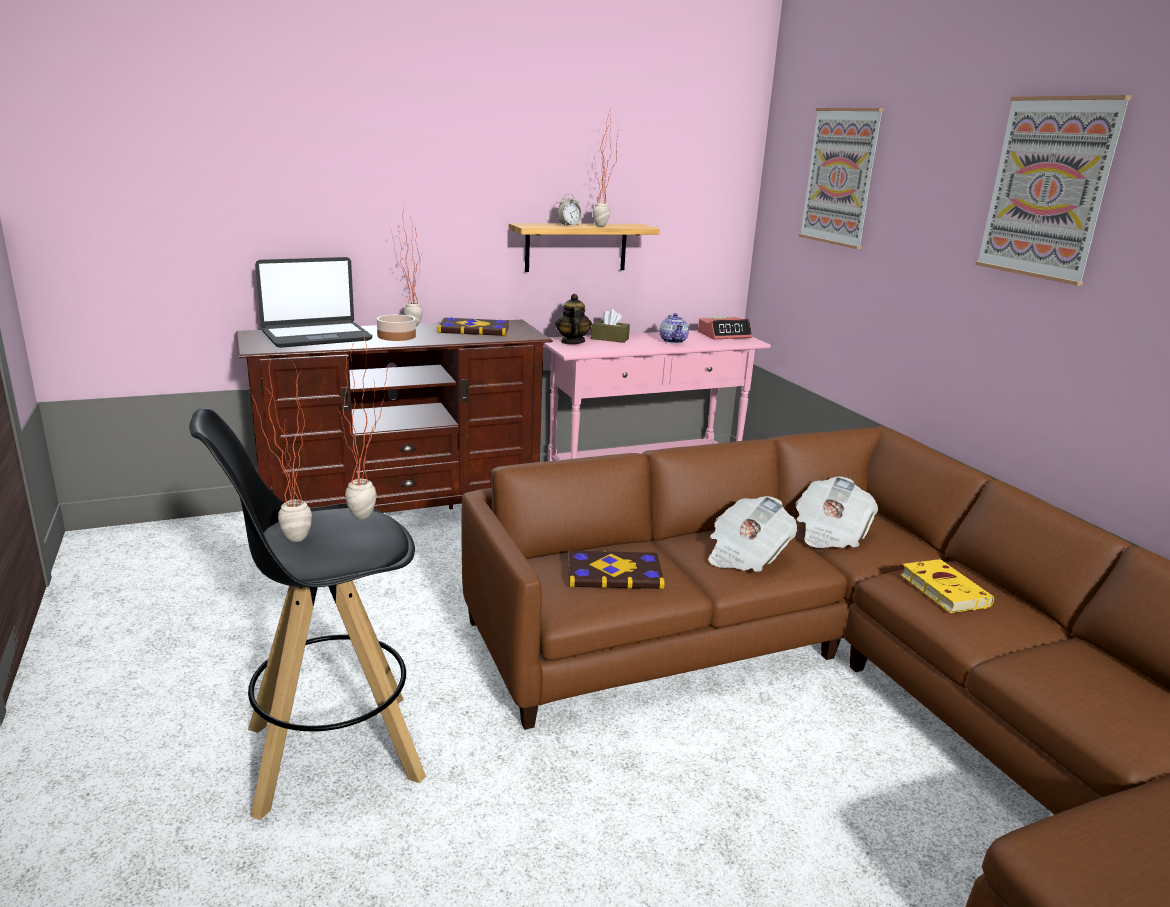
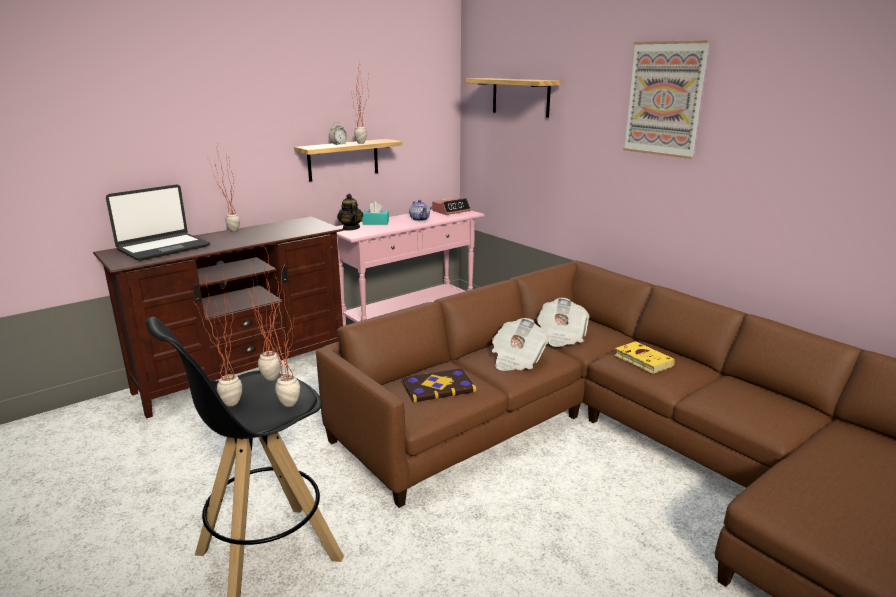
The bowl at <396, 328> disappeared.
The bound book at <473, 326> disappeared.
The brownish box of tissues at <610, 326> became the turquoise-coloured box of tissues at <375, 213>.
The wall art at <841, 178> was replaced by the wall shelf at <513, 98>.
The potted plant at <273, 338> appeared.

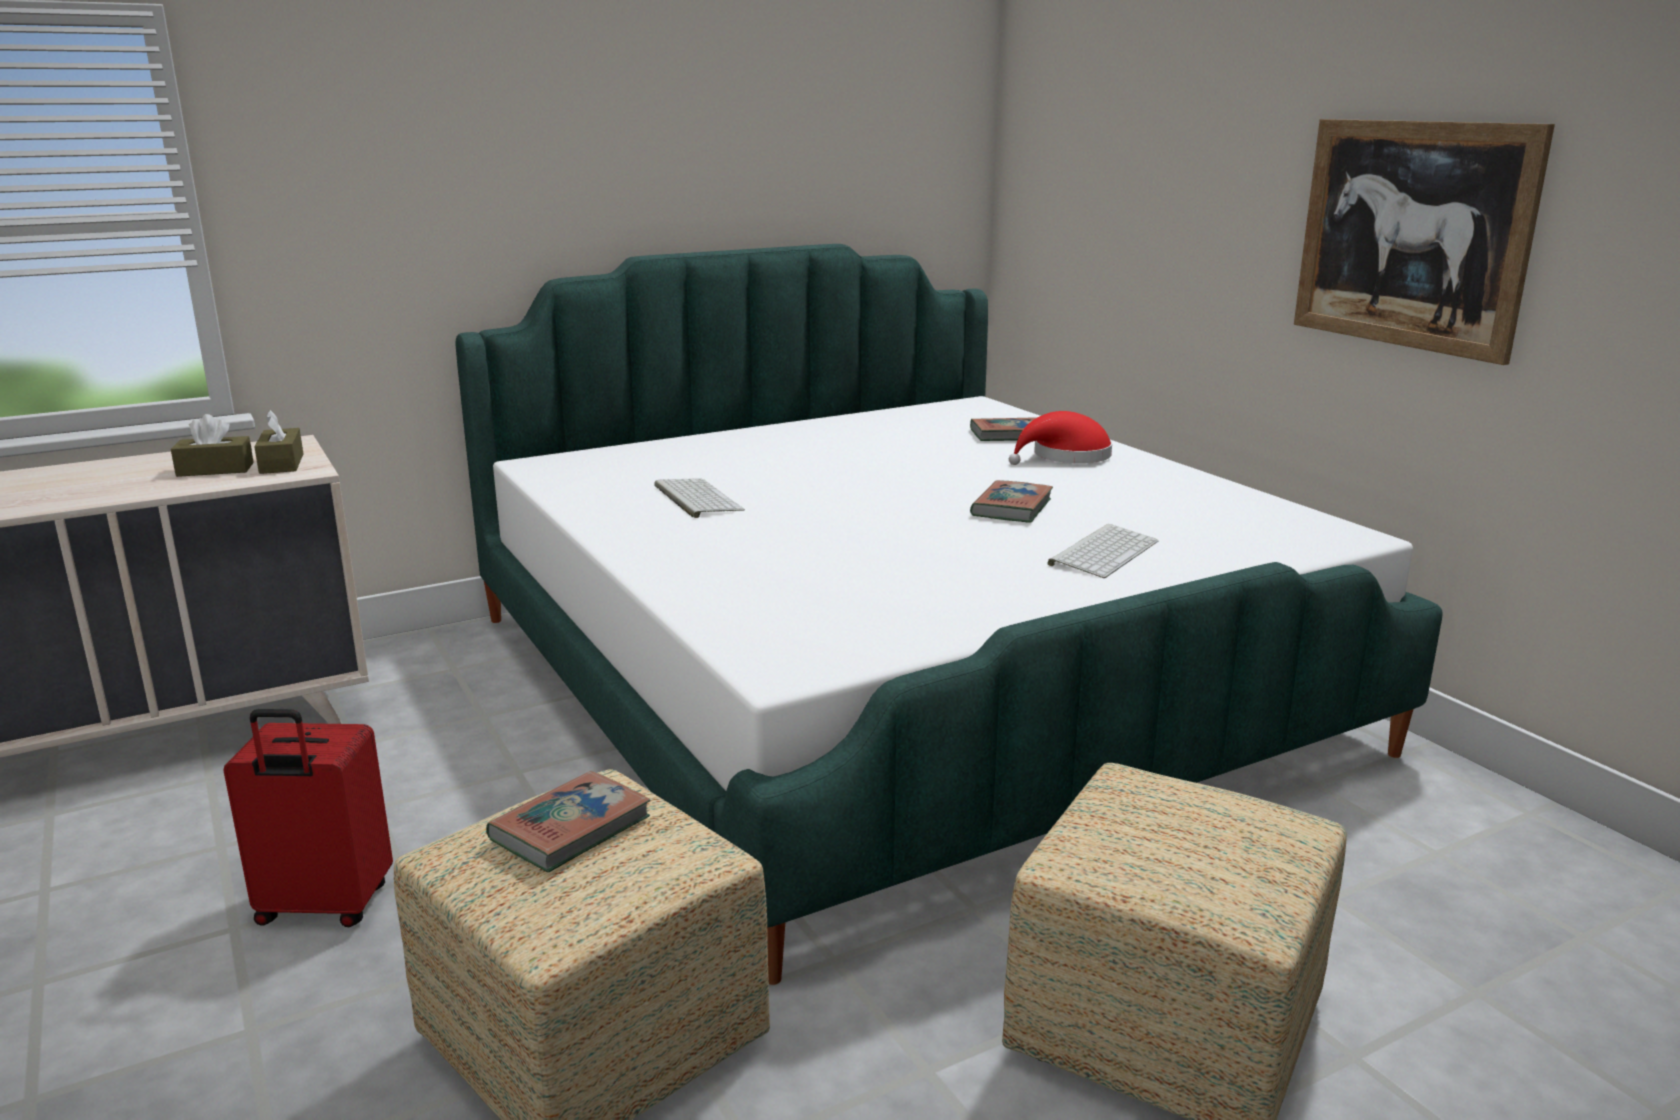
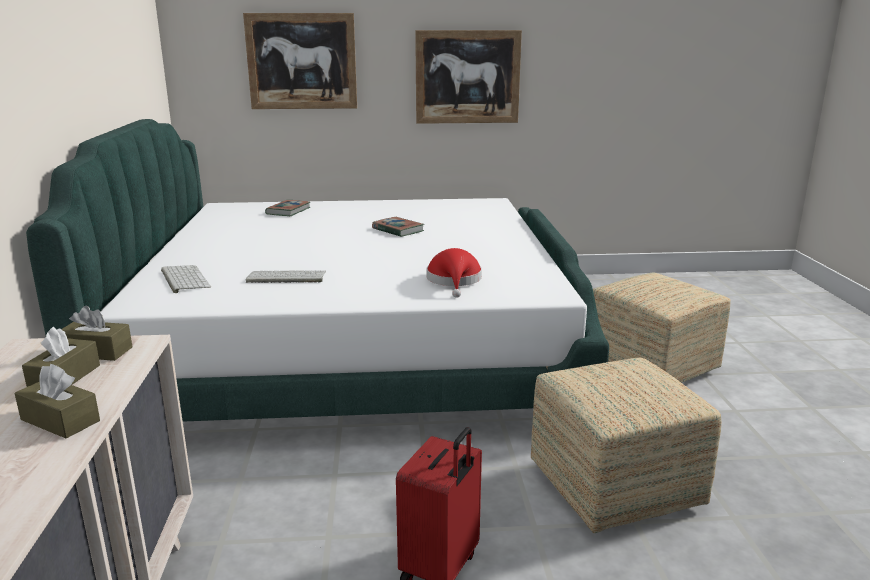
The bound book at <568, 821> disappeared.
The reddish clothing hat moved from <1060, 438> to <454, 273>.
The keyboard moved from <1103, 551> to <186, 279>.
The brownish box of tissues at <57, 401> appeared.
The wall art at <300, 61> appeared.

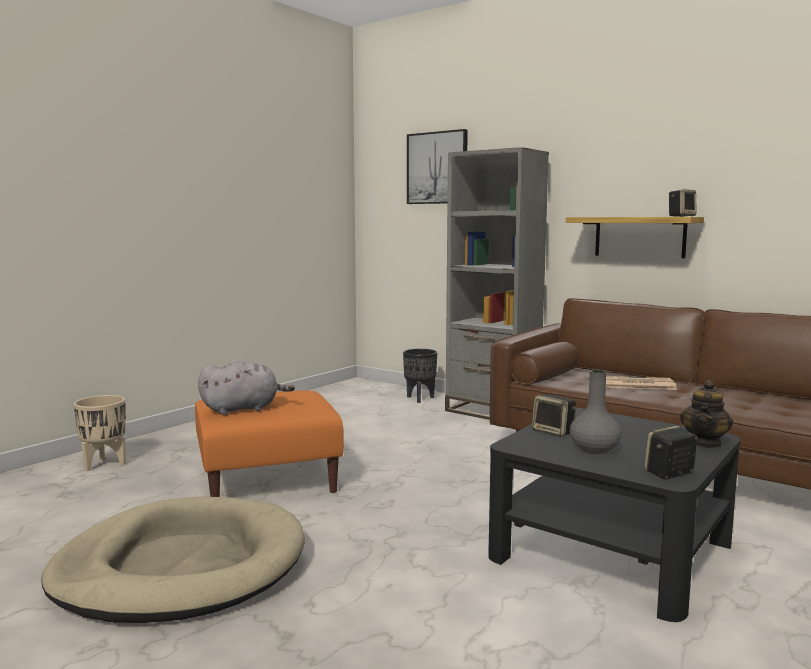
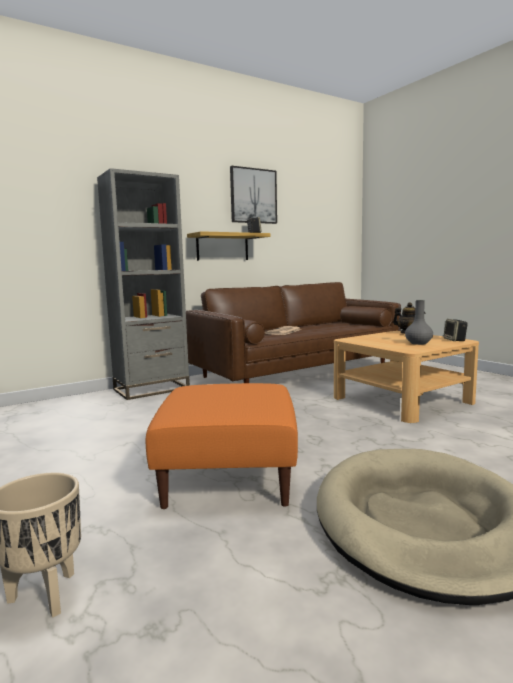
The gray plush toy at <246, 387> disappeared.
The black flower pot at <420, 376> disappeared.
The wall art moved from <437, 166> to <253, 195>.
The black lounge table at <614, 515> became the beige lounge table at <406, 377>.
The audio speaker at <554, 415> disappeared.

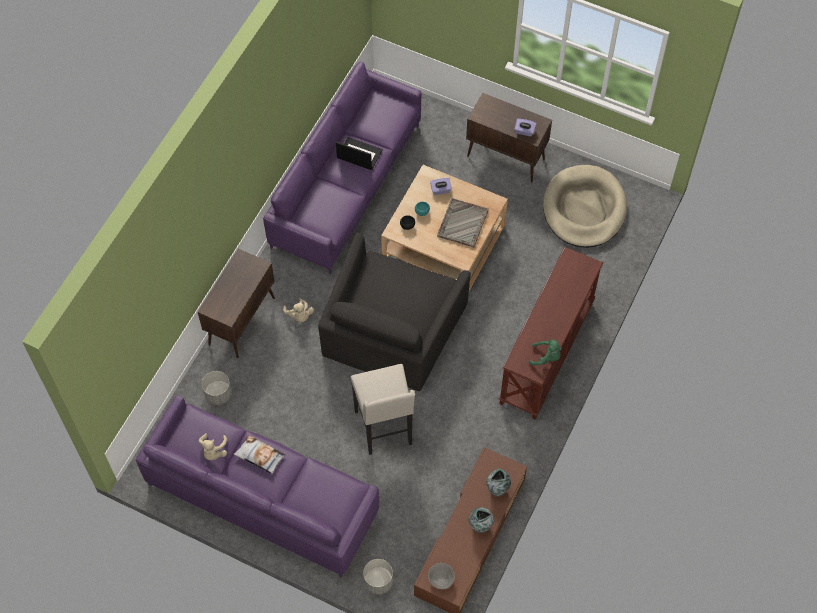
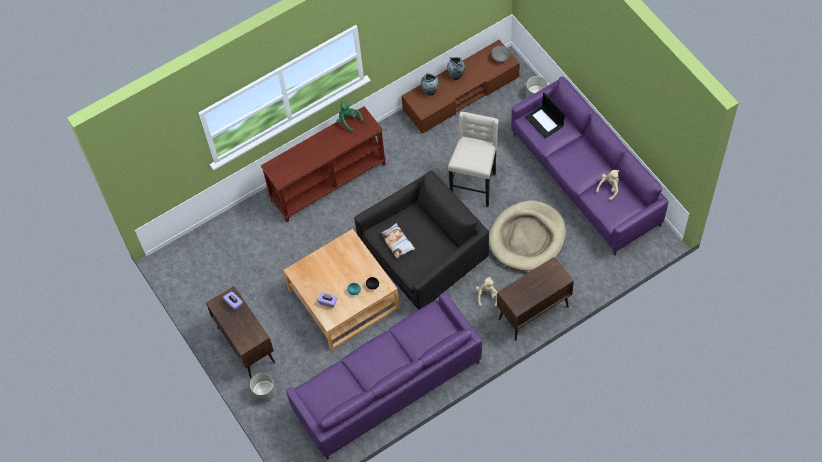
The gray flower pot moved from <217, 388> to <263, 387>.
The throw pillow moved from <259, 454> to <397, 241>.
The laptop moved from <359, 153> to <545, 116>.
The gray serving tray at <463, 223> disappeared.
The beige dog bed moved from <585, 206> to <527, 235>.

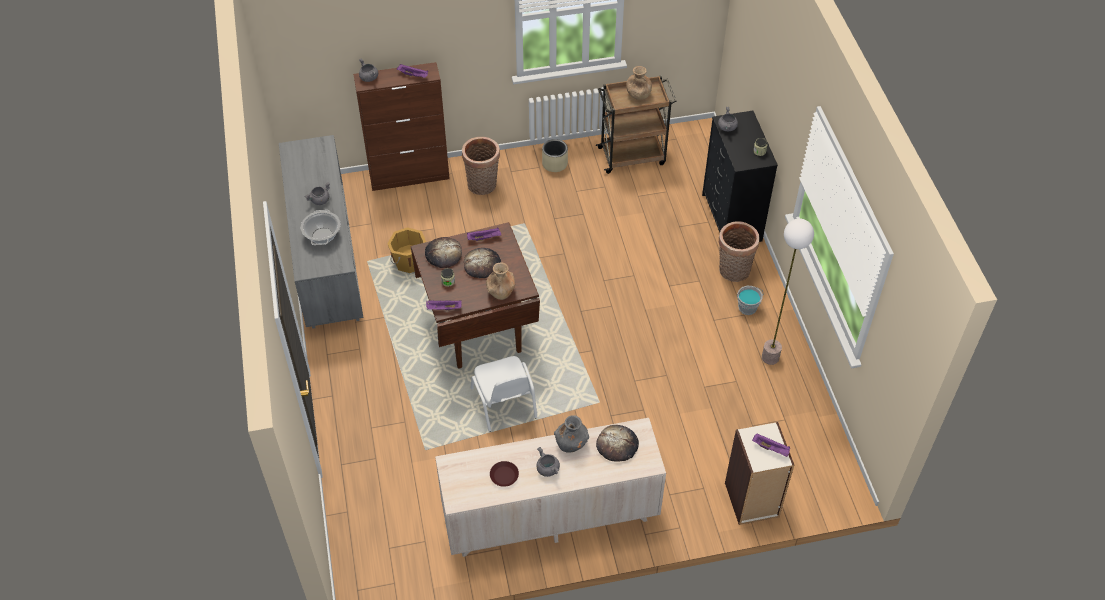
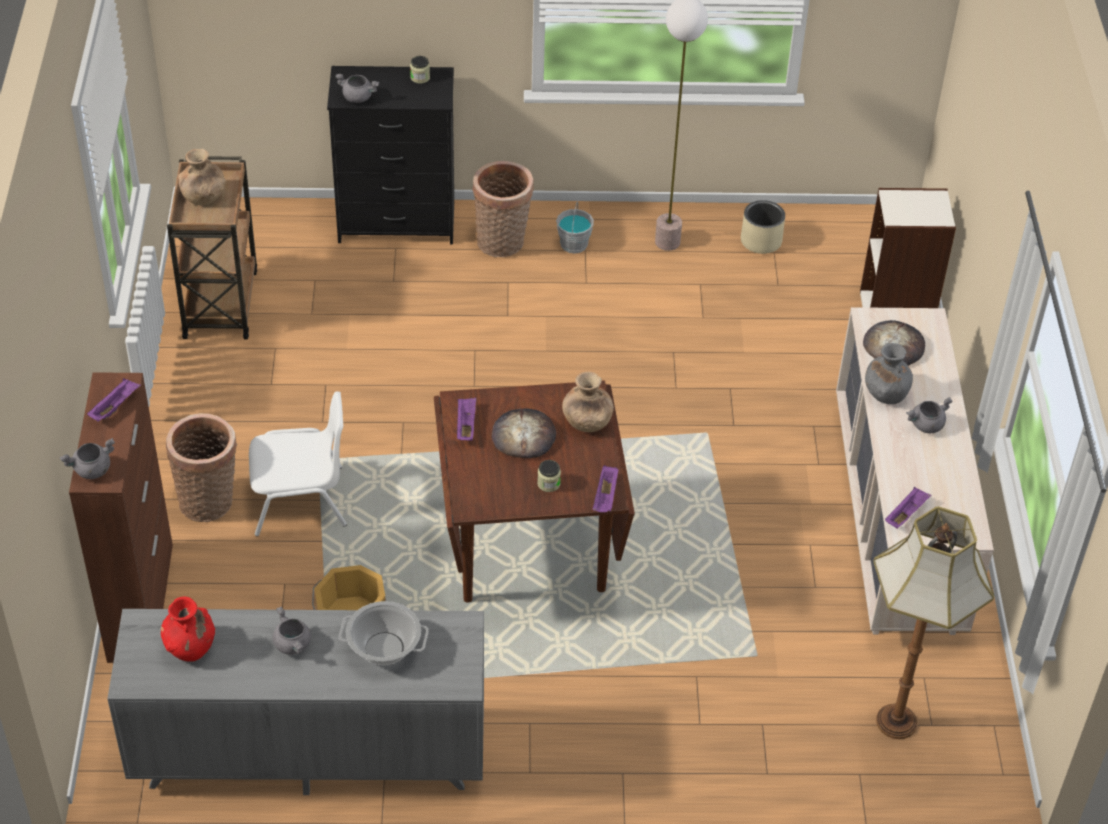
The bakery bread at <443, 252> disappeared.
The white plain chair moved from <504, 394> to <298, 463>.
The brownish flat dish at <504, 474> disappeared.
The beige flower pot moved from <555, 155> to <763, 227>.
The purple serving tray moved from <771, 445> to <908, 508>.
The reddish vase at <188, 629> appeared.
The floor lamp at <933, 622> appeared.

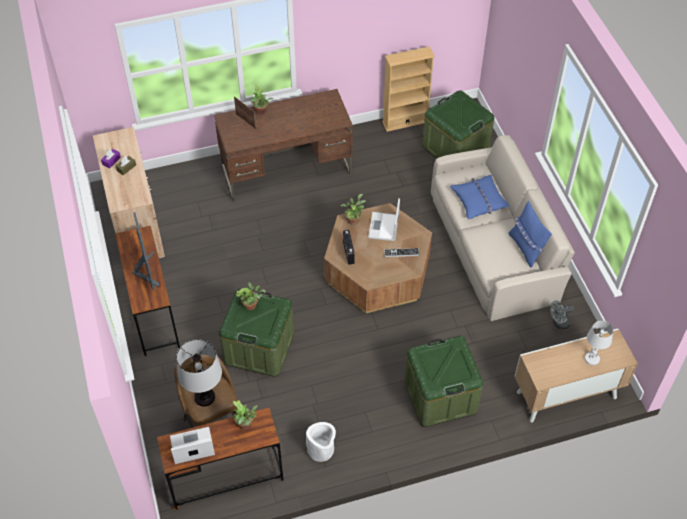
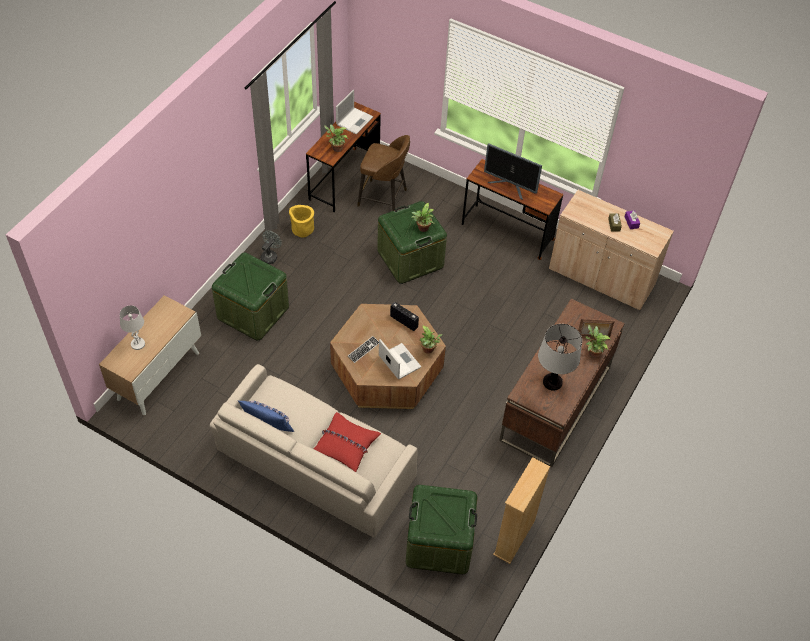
The lamp for a table moved from <199, 373> to <560, 357>.
The white flower pot at <321, 442> became the yellow-coloured flower pot at <301, 221>.
The blue throw pillow at <480, 197> became the reddish throw pillow at <347, 442>.
The gray electric fan moved from <562, 315> to <271, 247>.

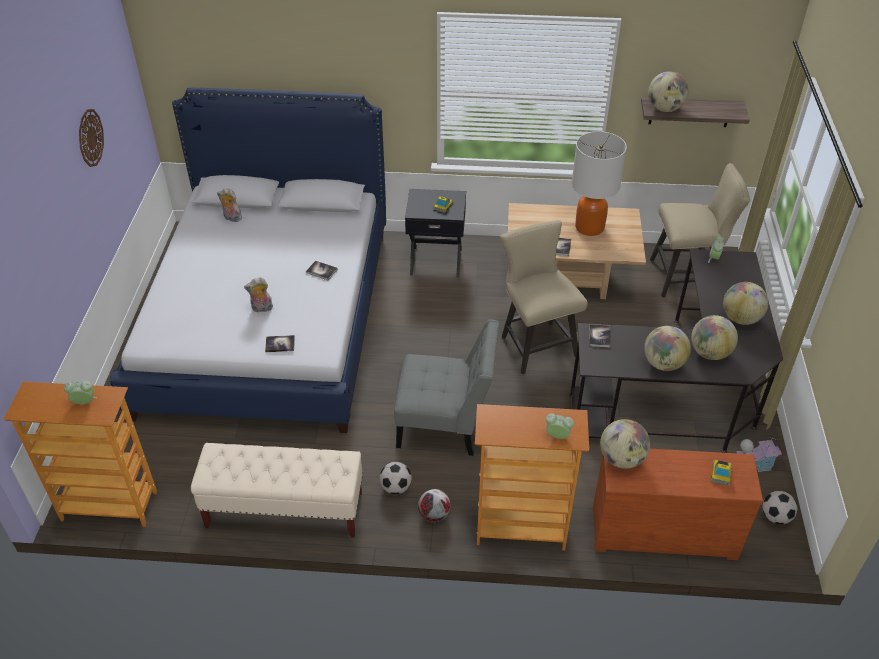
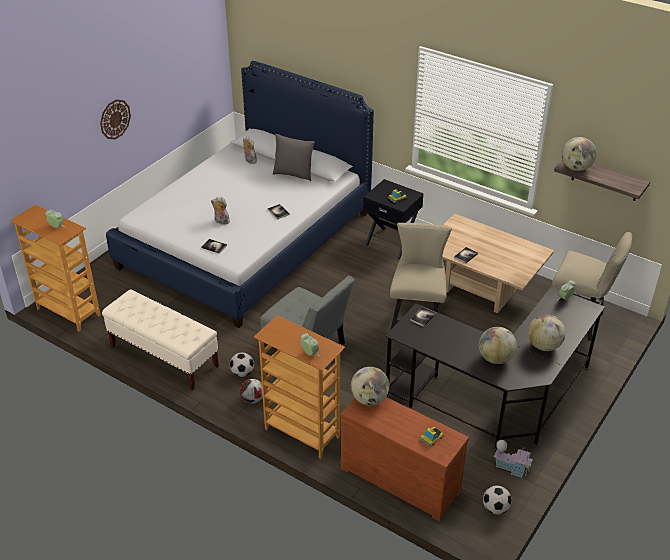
The hanging clock moved from <91, 138> to <115, 119>.
The lamp for a table at <599, 183> disappeared.
The world globe at <667, 348> disappeared.
The gray throw pillow at <294, 157> appeared.

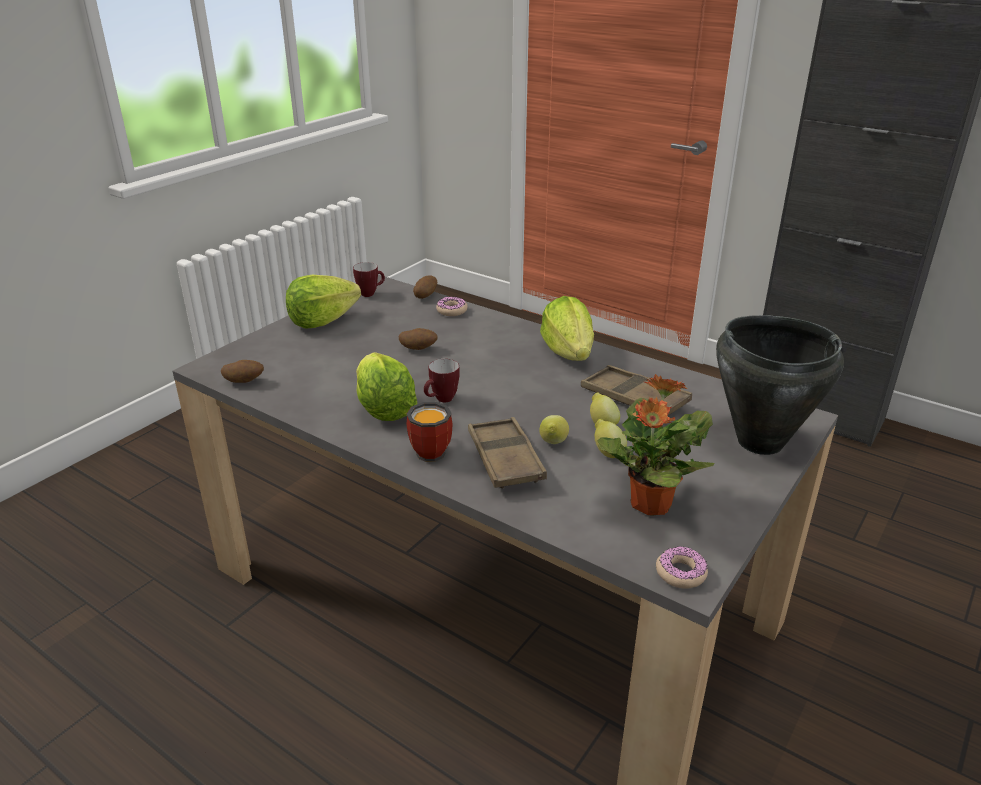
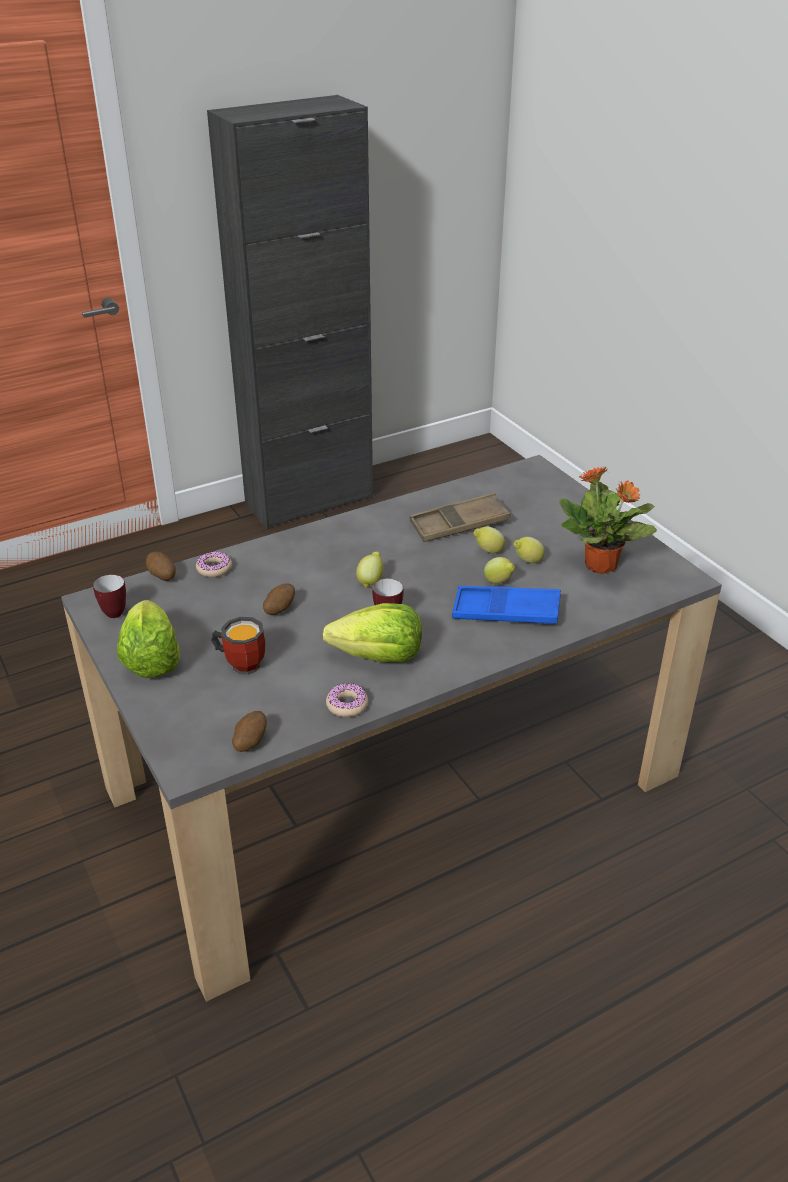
The coffee mug moved from <429, 432> to <238, 646>.
The brownish serving tray at <507, 453> became the blue serving tray at <506, 605>.
The lettuce at <567, 328> disappeared.
The donut moved from <682, 567> to <347, 700>.
The black stockpot at <780, 385> disappeared.
The citrus fruit at <369, 570> appeared.

